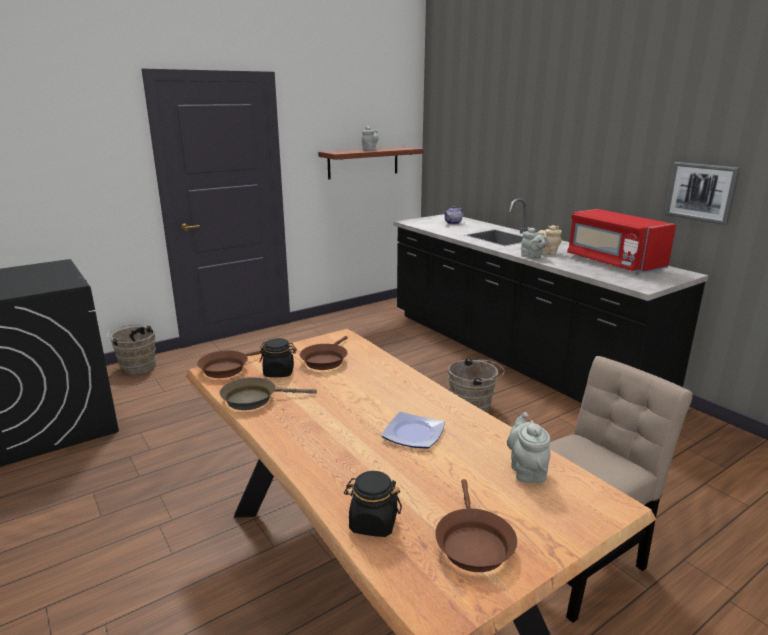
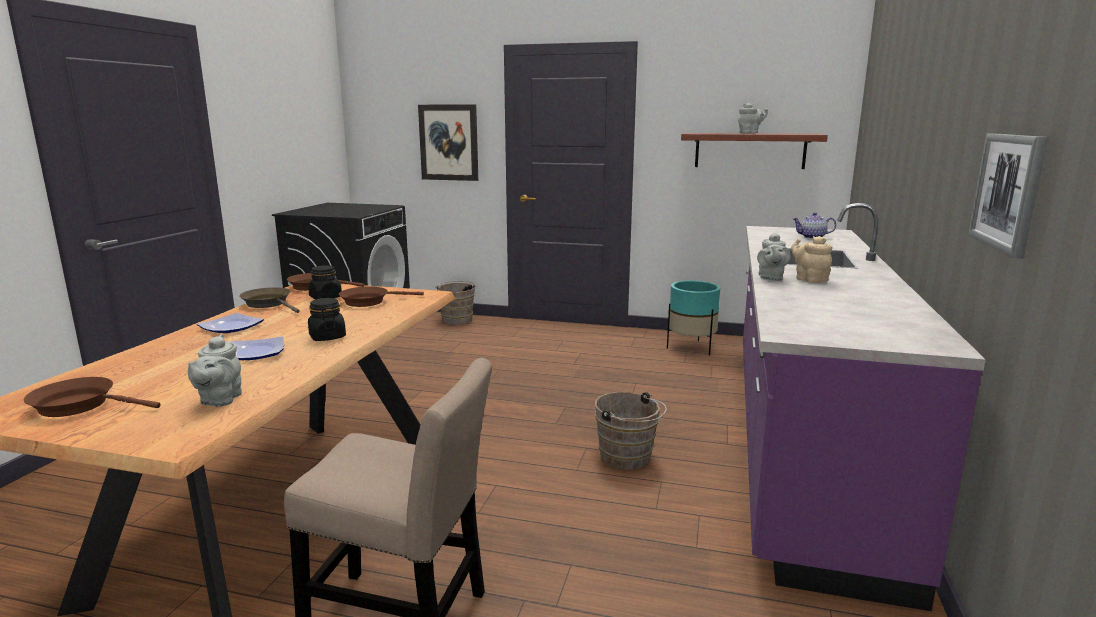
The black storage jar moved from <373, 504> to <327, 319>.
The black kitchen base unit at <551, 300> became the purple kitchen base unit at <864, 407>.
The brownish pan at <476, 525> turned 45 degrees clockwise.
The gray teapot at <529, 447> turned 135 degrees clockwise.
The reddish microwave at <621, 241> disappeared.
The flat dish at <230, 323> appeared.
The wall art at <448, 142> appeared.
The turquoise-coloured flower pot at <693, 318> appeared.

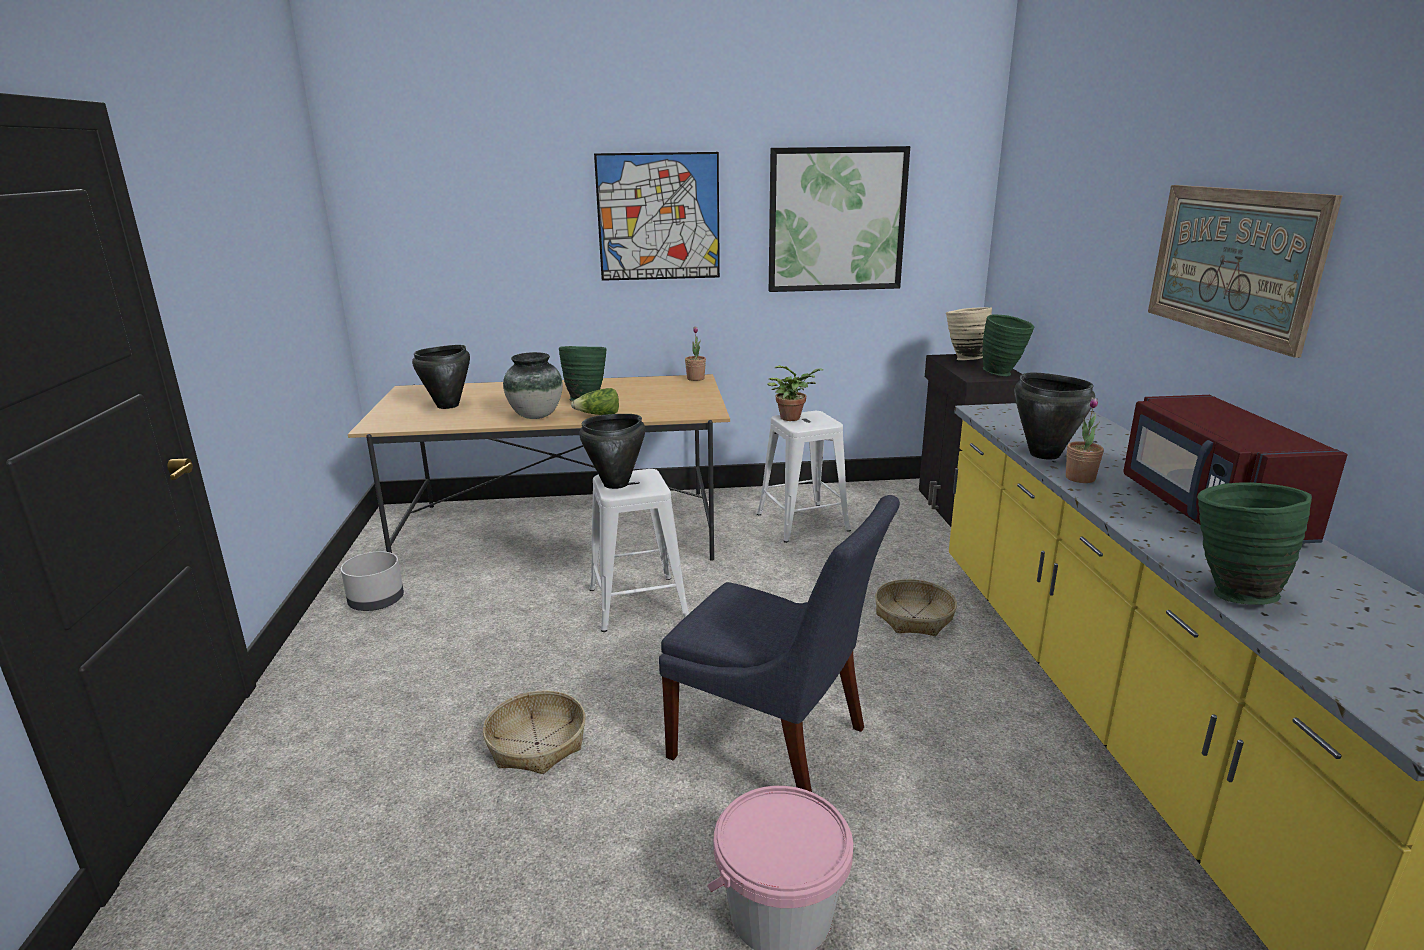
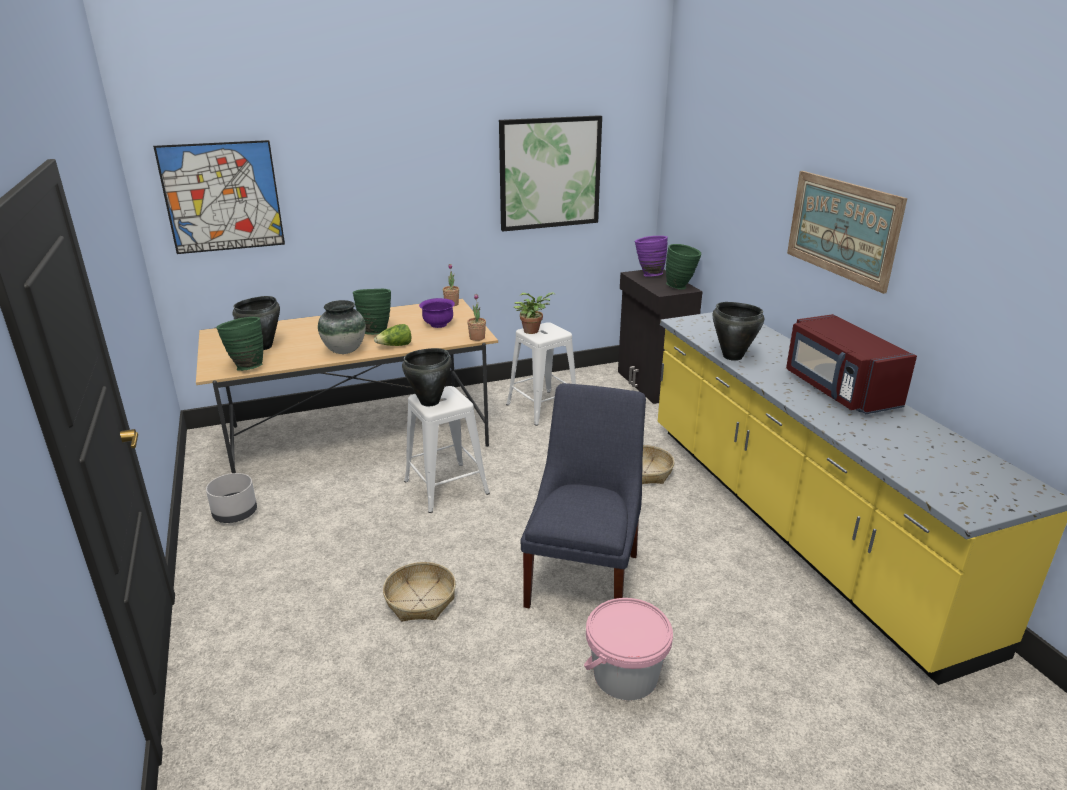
The wall art moved from <657, 216> to <219, 197>.
The blue plain chair at <779, 643> turned 90 degrees counterclockwise.
The beige vase at <969, 333> became the purple vase at <651, 256>.
The potted plant moved from <1085, 440> to <476, 317>.
The green vase moved from <1254, 543> to <239, 344>.
The purple bowl at <437, 313> appeared.

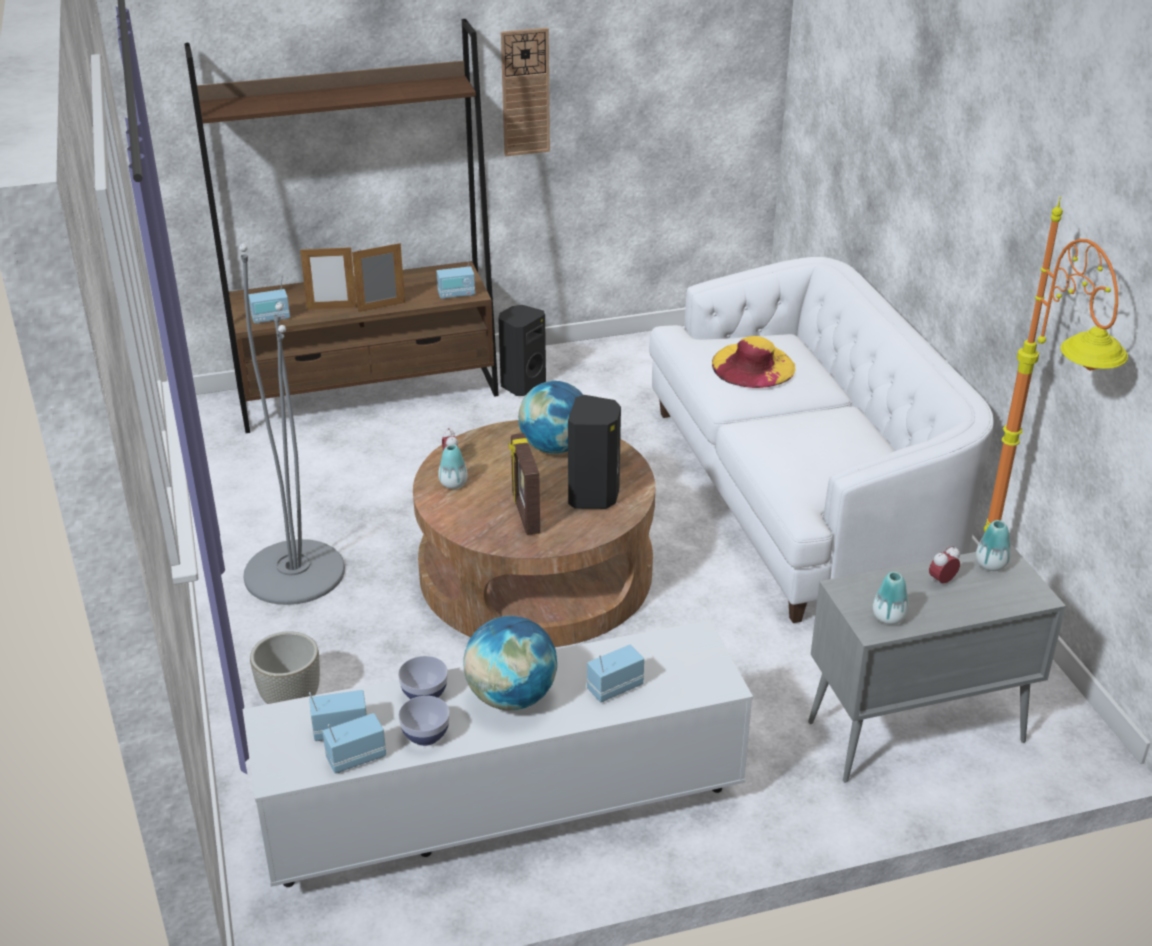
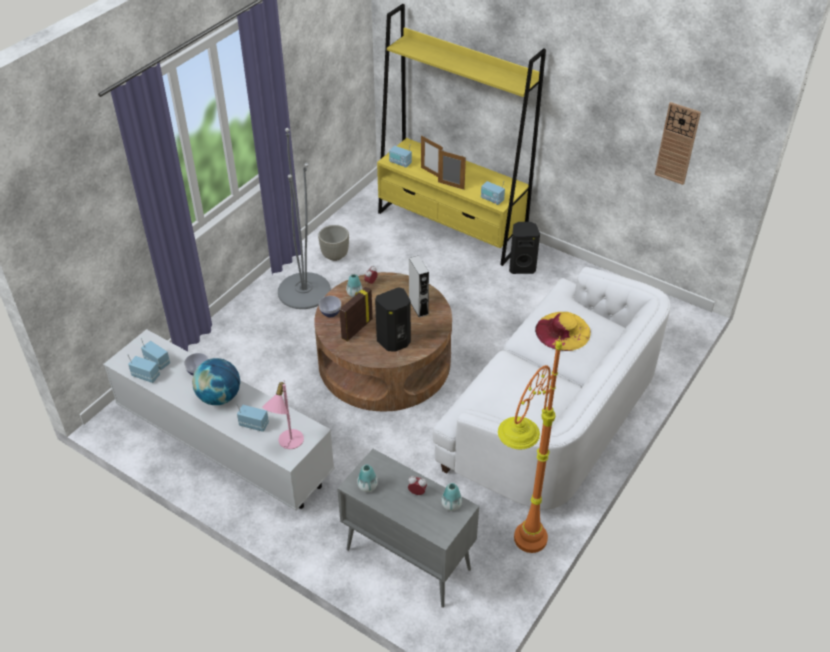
The brownish bookcase at <341, 226> became the yellow-coloured bookcase at <461, 135>.
The gray flower pot moved from <285, 667> to <333, 243>.
The bowl moved from <424, 721> to <330, 306>.
The hanging clock moved from <525, 92> to <678, 143>.
The world globe at <550, 417> was replaced by the gray audio speaker at <419, 286>.
The pink lamp for a table at <283, 414> appeared.

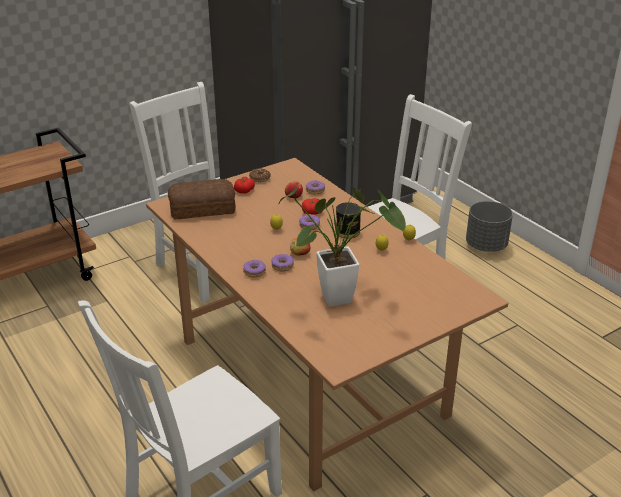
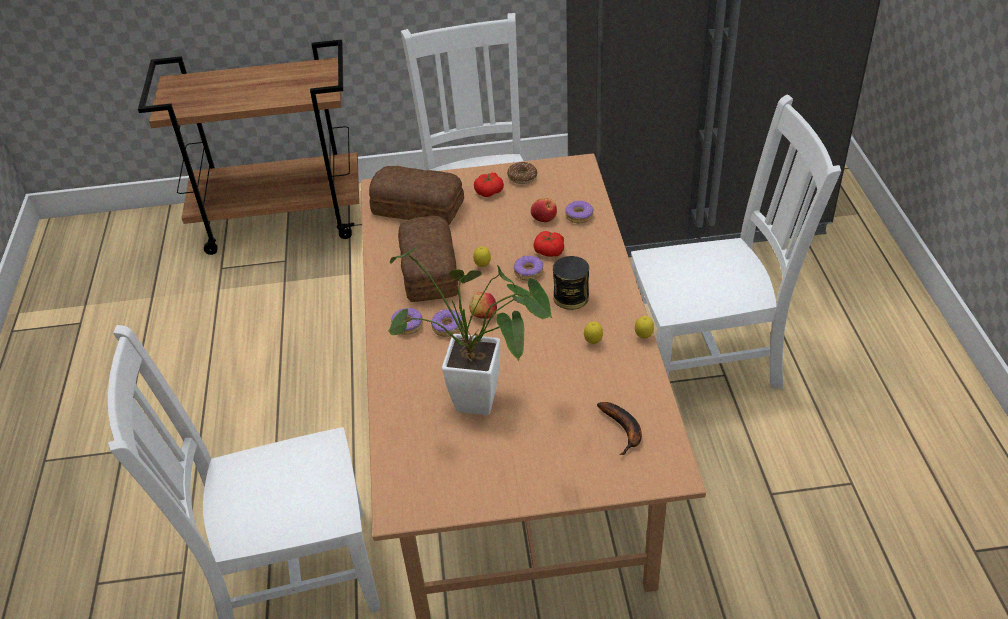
The gray flower pot at <489, 226> disappeared.
The bakery bread at <428, 259> appeared.
The whole banana at <619, 428> appeared.

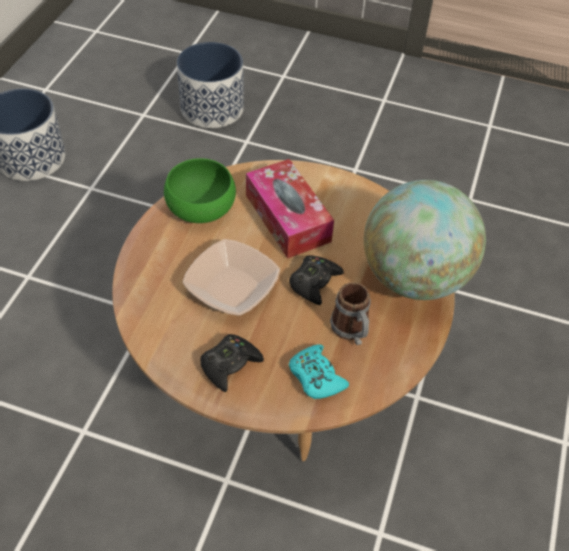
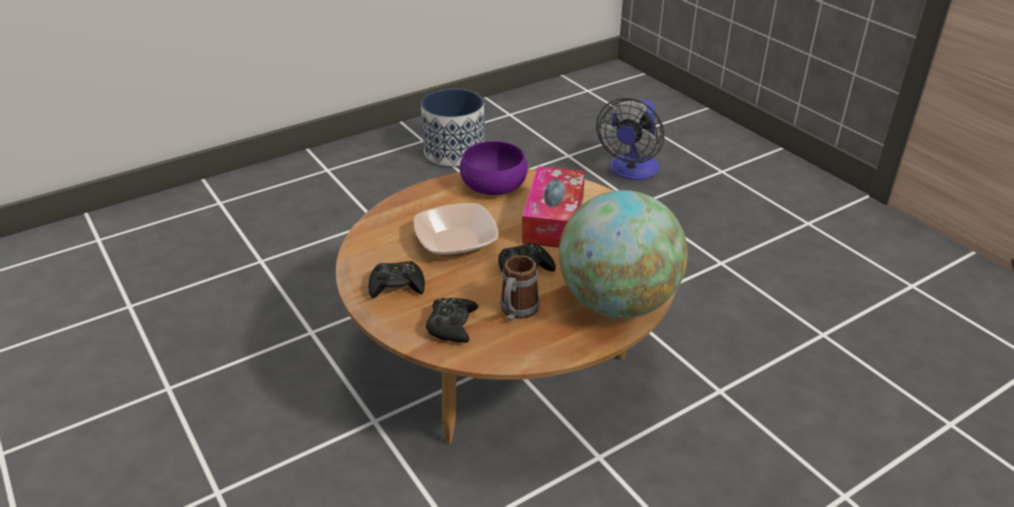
The green bowl at <200, 190> became the purple bowl at <494, 168>.
The flower pot at <210, 85> was replaced by the electric fan at <630, 139>.
The turquoise-coloured joypad at <319, 371> became the black joypad at <452, 320>.

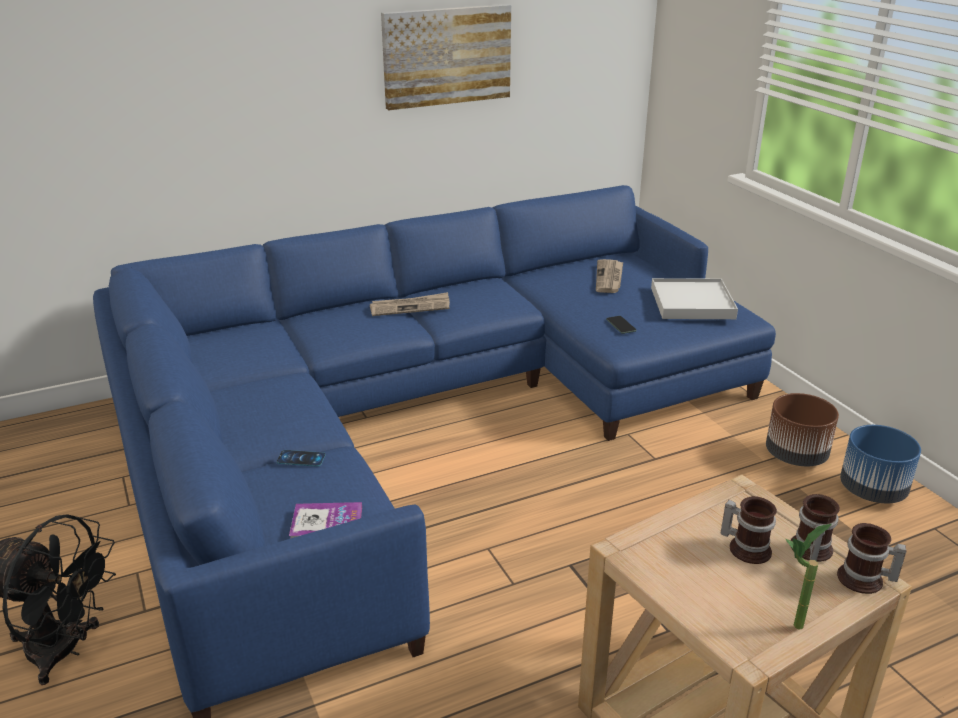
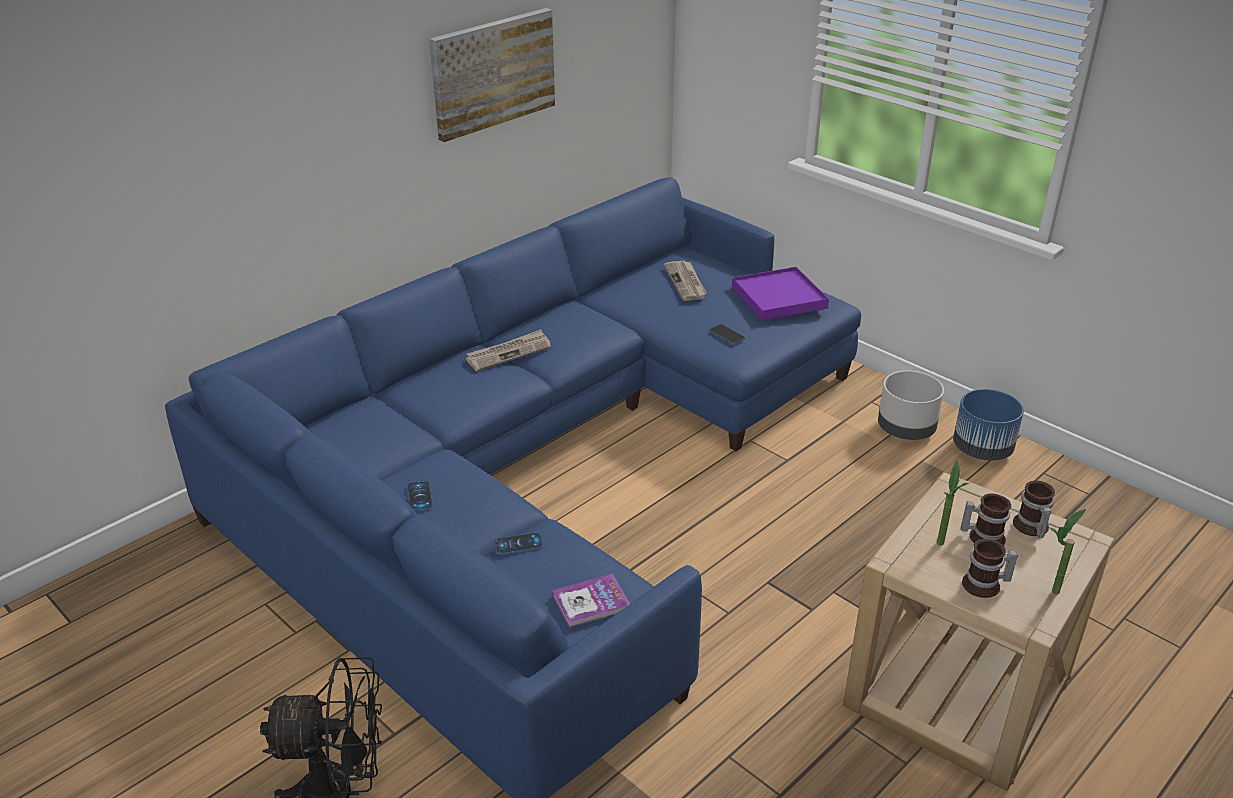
The white serving tray at <694, 298> became the purple serving tray at <780, 294>.
The brownish flower pot at <802, 429> became the gray flower pot at <911, 405>.
The coffee mug moved from <871, 558> to <990, 568>.
The phone at <420, 496> appeared.
The potted plant at <953, 503> appeared.

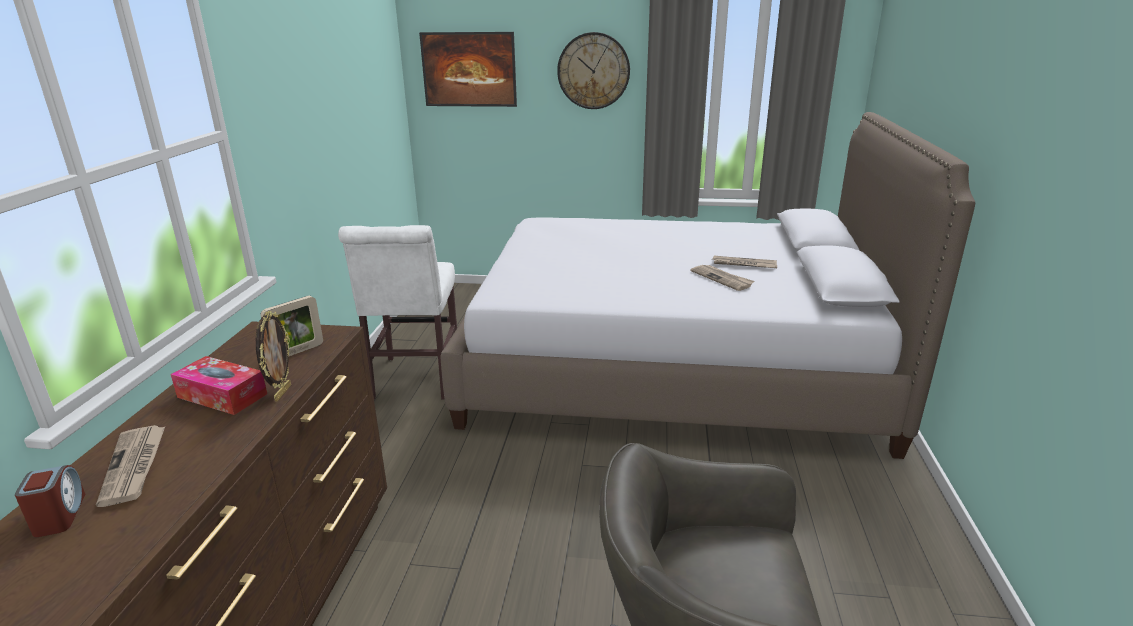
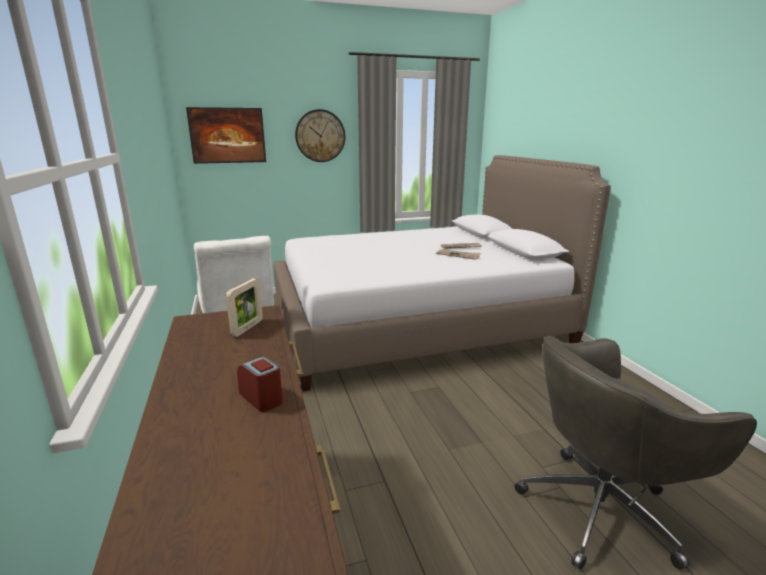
The alarm clock moved from <50, 501> to <260, 384>.
The newspaper at <130, 466> disappeared.
The box of tissues at <218, 385> disappeared.
The photo frame at <273, 356> disappeared.

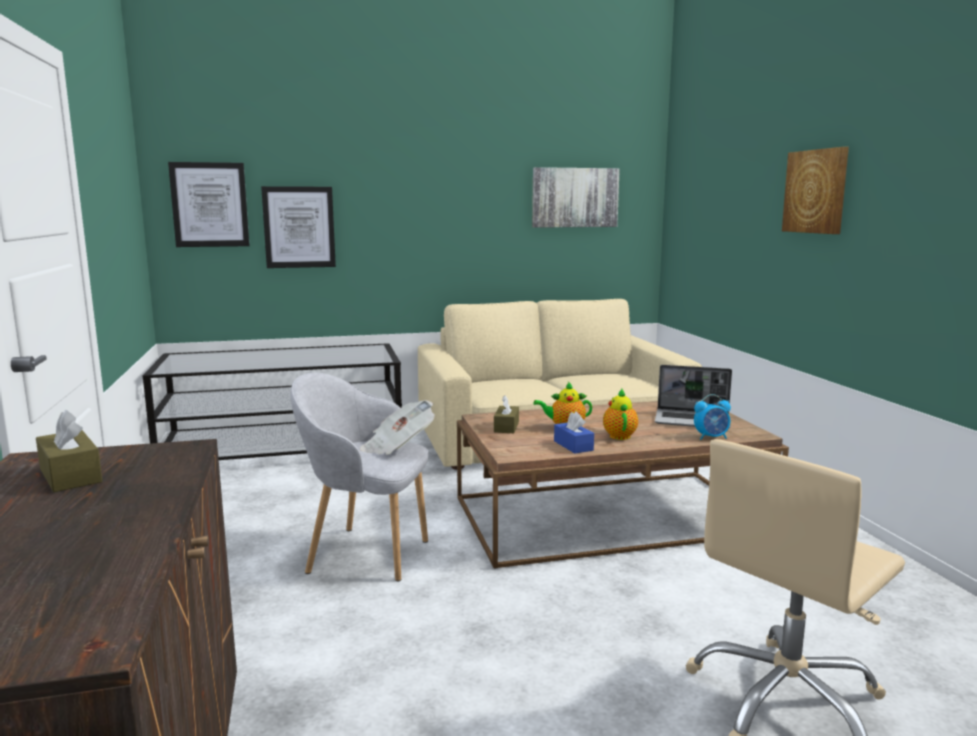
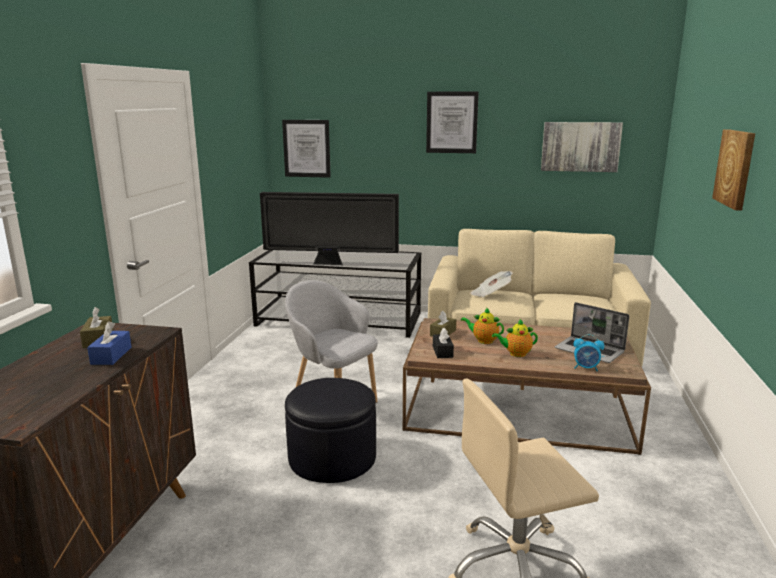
The wall art moved from <298, 227> to <452, 122>.
The newspaper moved from <397, 427> to <491, 284>.
The blue box of tissues moved from <574, 432> to <109, 343>.
The teapot at <620, 414> turned 120 degrees counterclockwise.
The TV at <329, 228> appeared.
The black pouffe at <330, 430> appeared.
The black box of tissues at <443, 343> appeared.

